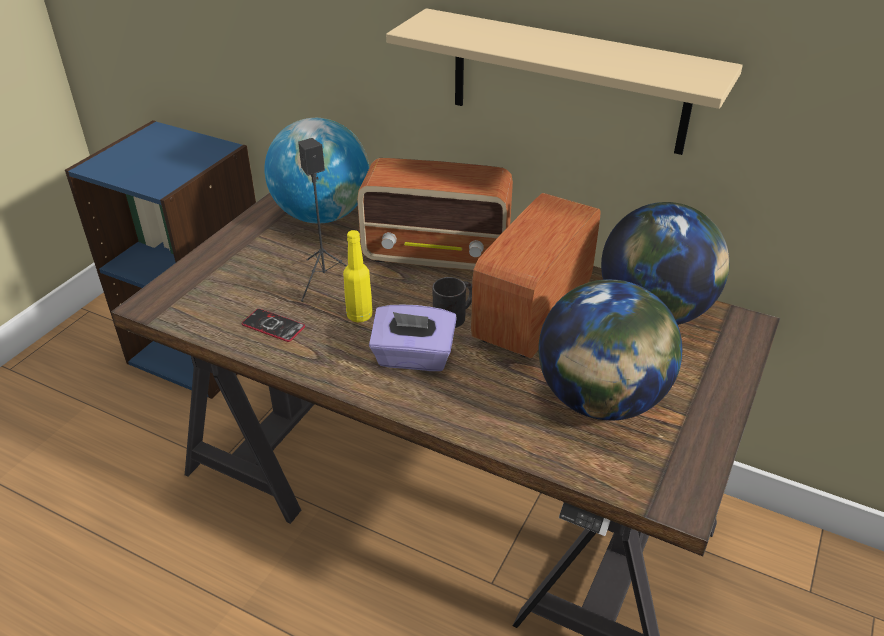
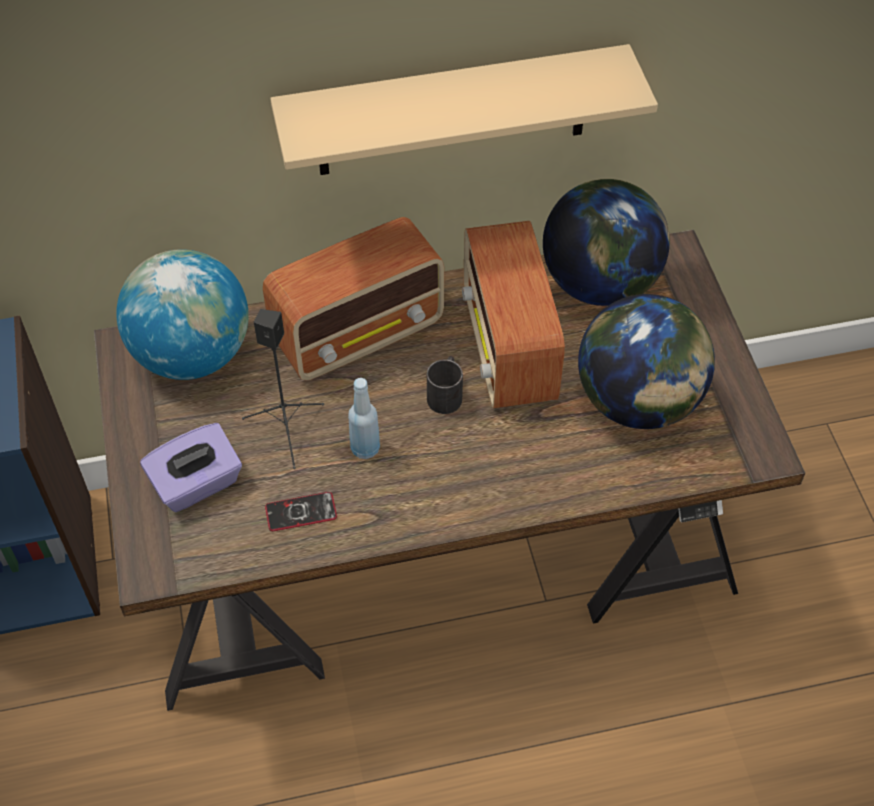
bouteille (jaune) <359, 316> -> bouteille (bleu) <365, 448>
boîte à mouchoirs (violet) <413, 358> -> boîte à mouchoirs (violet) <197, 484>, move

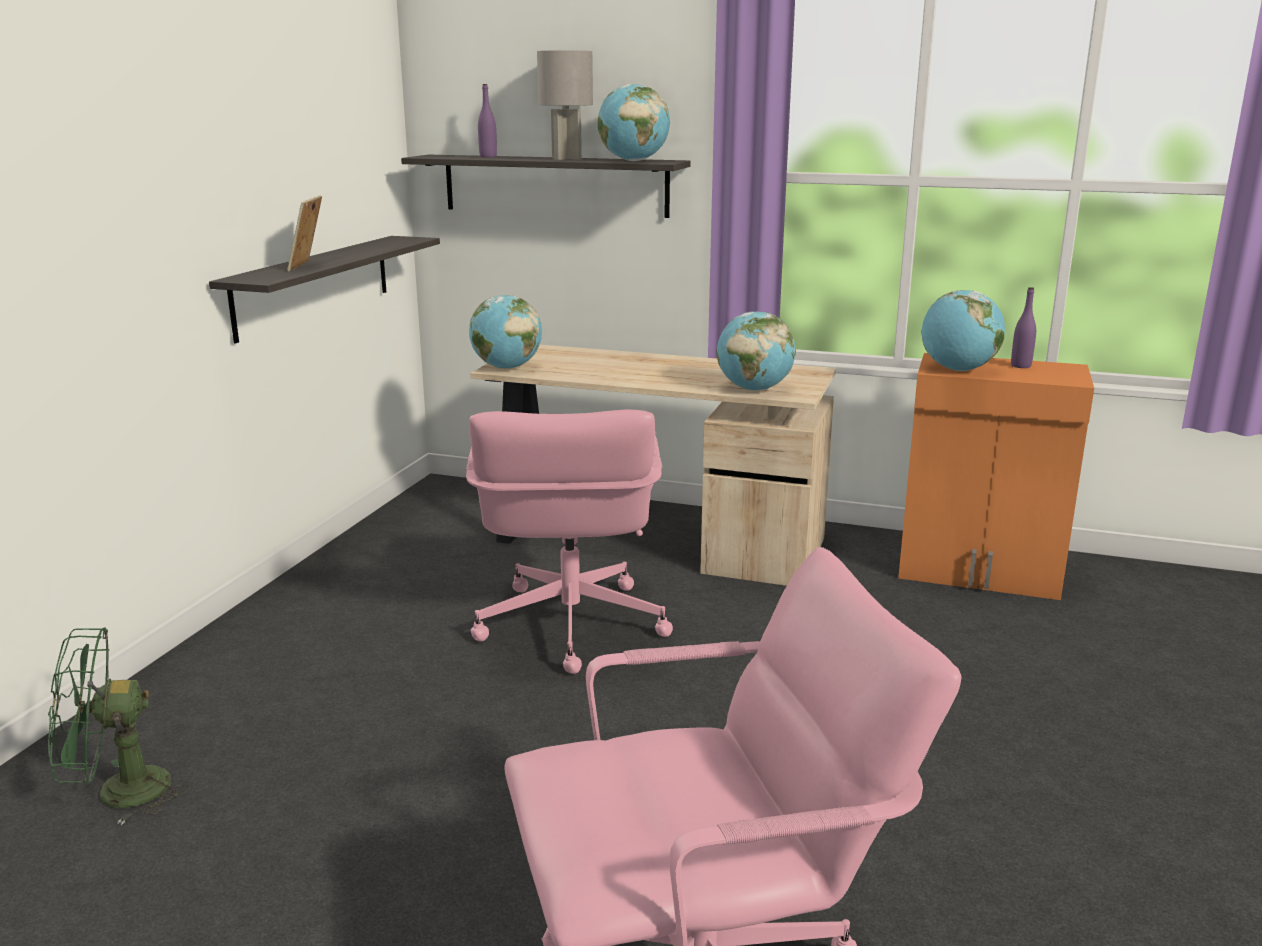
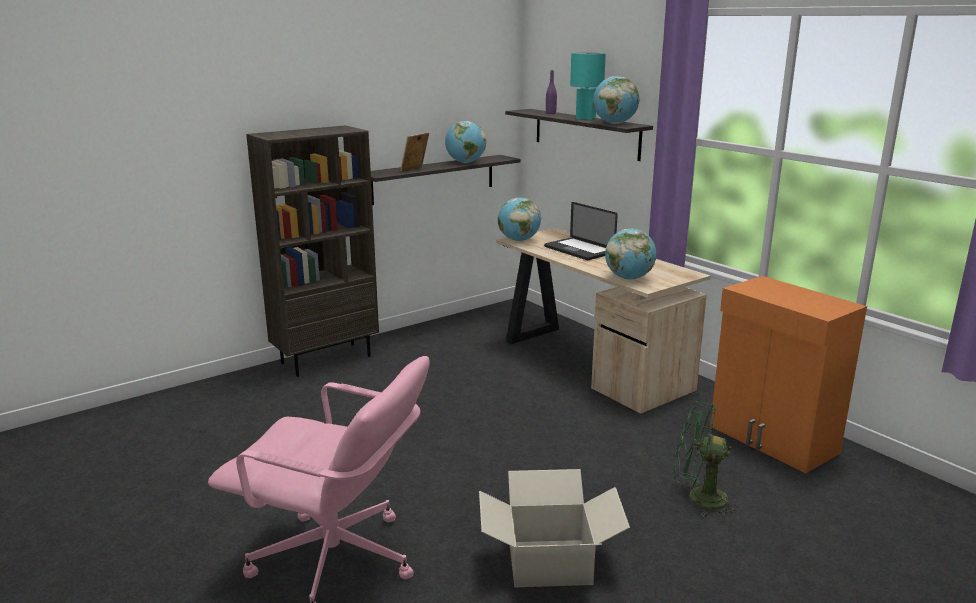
ventilateur (vert) <117, 793> -> ventilateur (vert) <698, 498>, move
chaise de bureau (rose) <569, 626> -> none
lampe de table (gris) <566, 158> -> lampe de table (turquoise) <585, 118>
globe <958, 370> -> globe <465, 162>, move
bouteille (violet) <1020, 366> -> none
none -> bibliothèque (marron) <326, 359>
none -> carton <550, 563>
none -> ordinateur portable <579, 250>

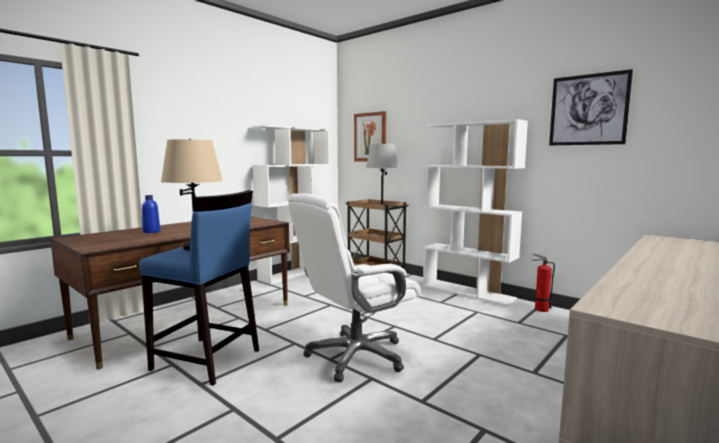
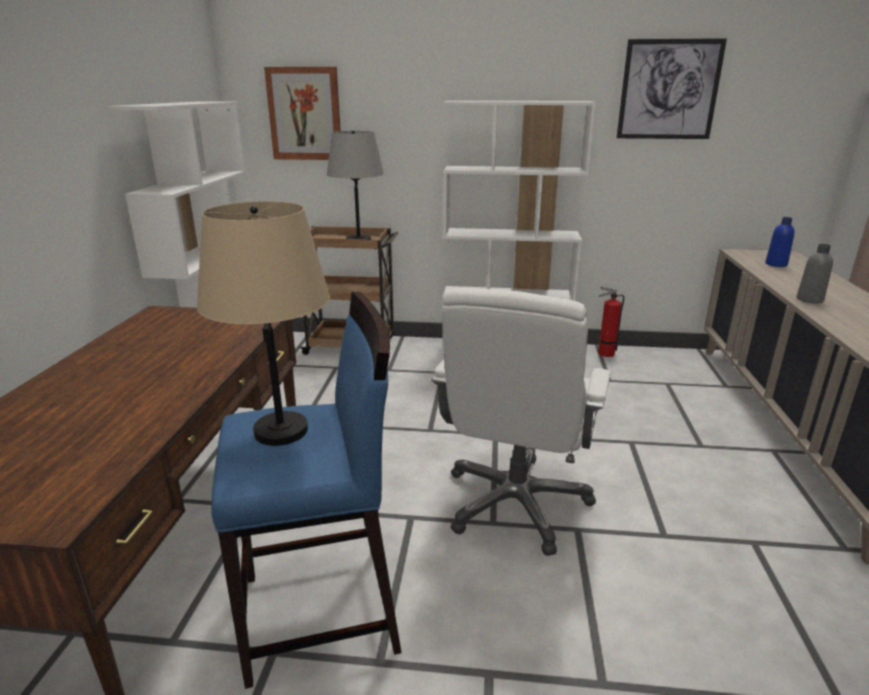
bouteille (bleu) <151, 231> -> bouteille (bleu) <776, 264>, move
none -> bouteille (gris) <809, 300>

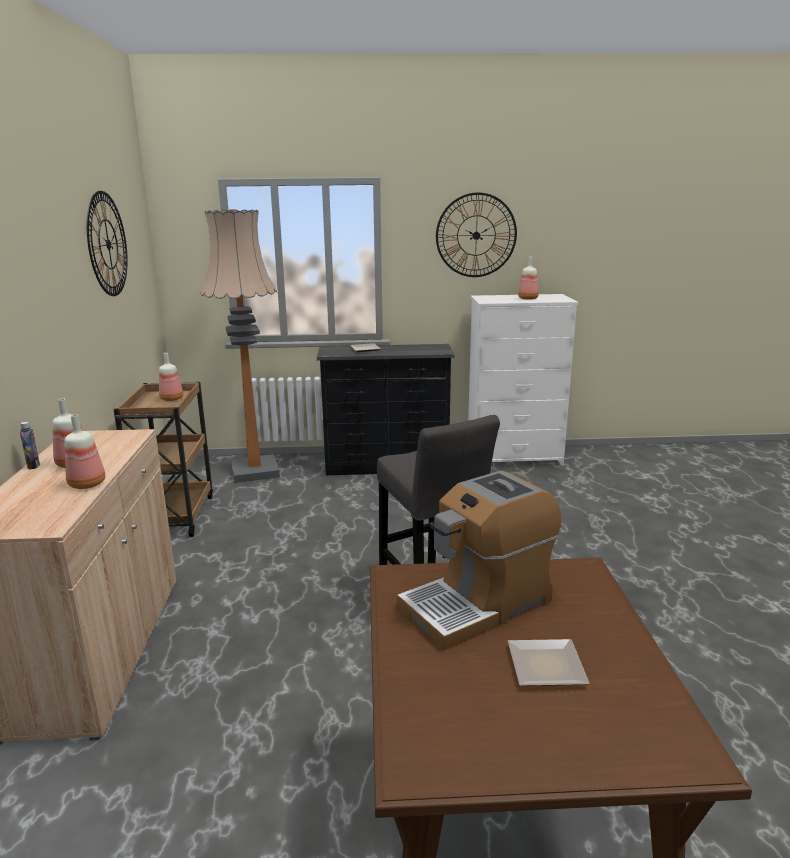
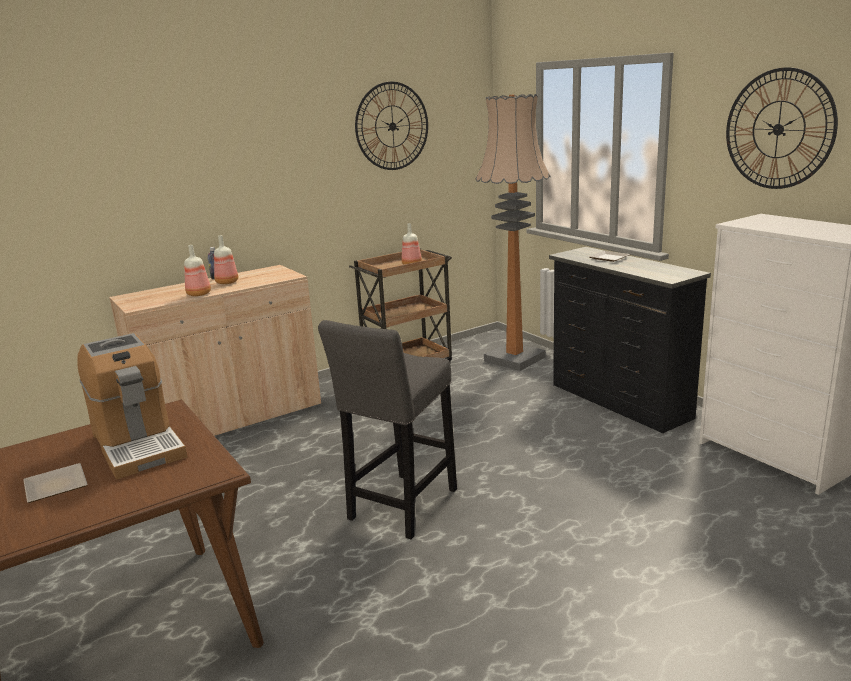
machine à café <478, 603> -> machine à café <137, 444>, 150 degrees counterclockwise
bouteille <528, 298> -> none

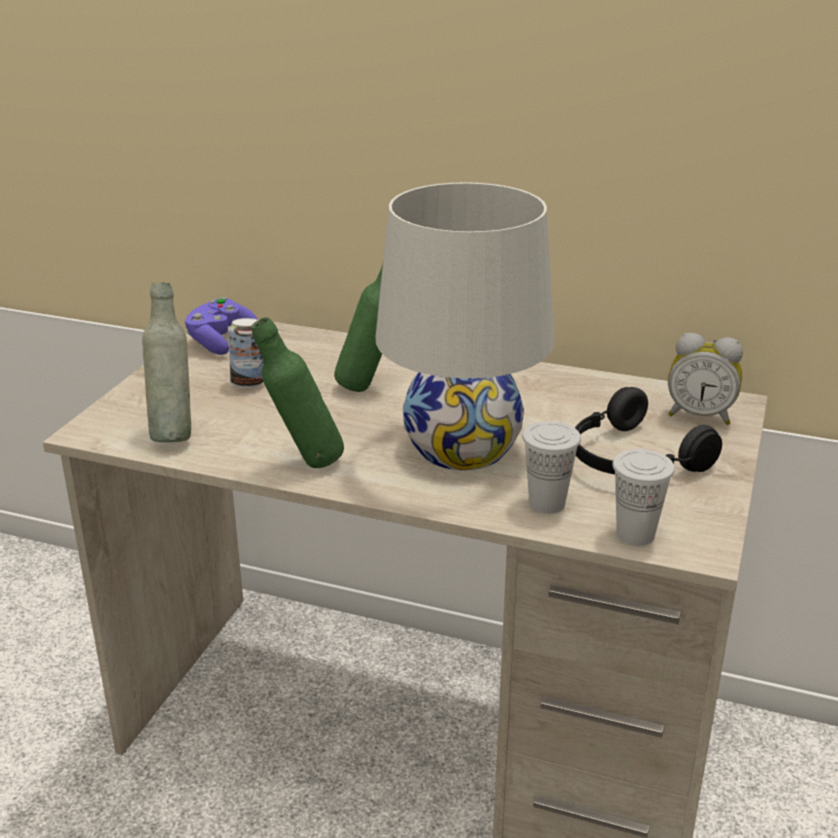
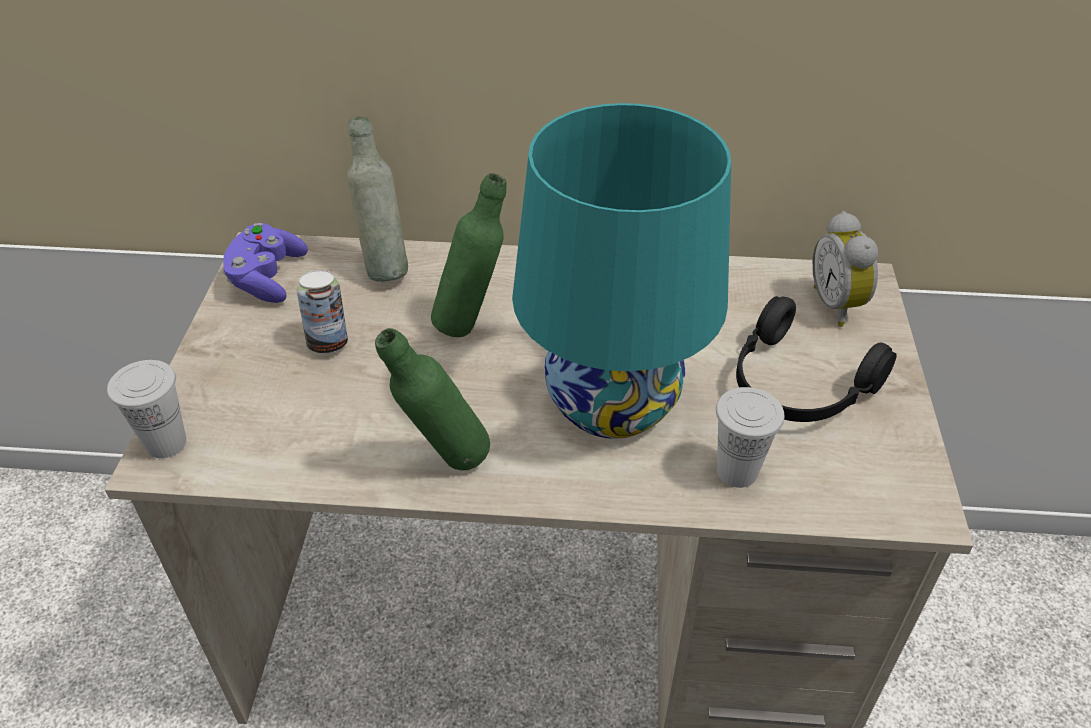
bouteille (gris) <173, 434> -> bouteille (gris) <384, 268>, move
lampe de table (blanc) <462, 448> -> lampe de table (turquoise) <612, 402>
tasse (blanc) <635, 535> -> tasse (blanc) <166, 443>, move
réveil <699, 415> -> réveil <838, 305>, 75 degrees clockwise

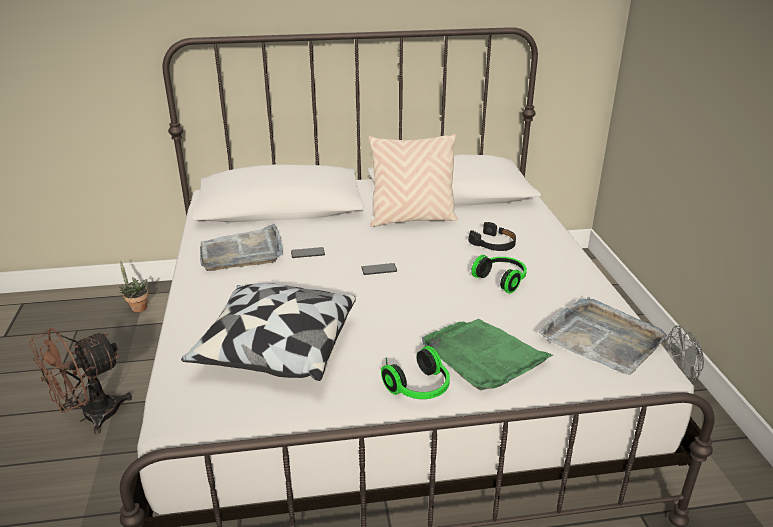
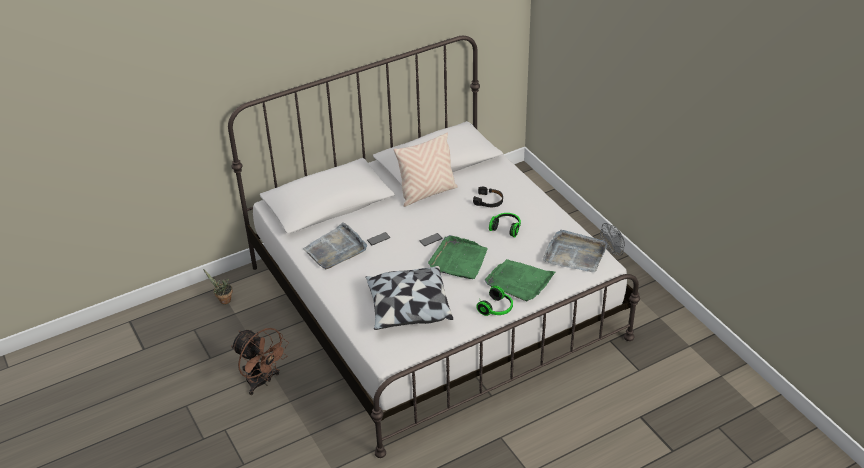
ventilateur (marron) <91, 416> -> ventilateur (marron) <262, 382>, 75 degrees counterclockwise
none -> plateau (vert) <458, 260>

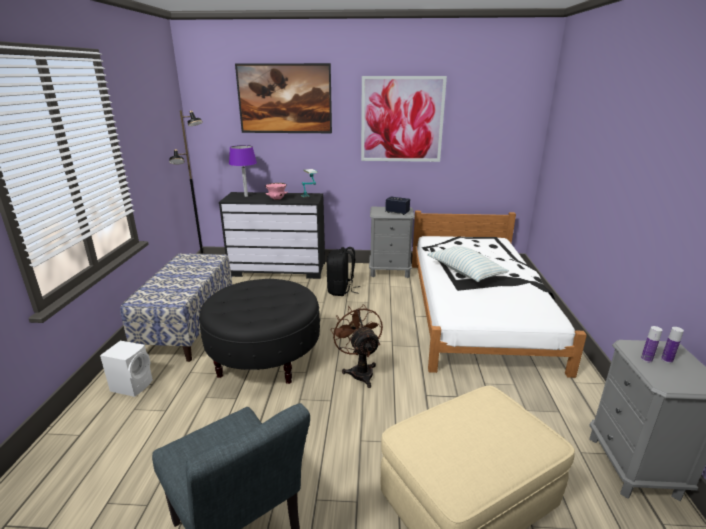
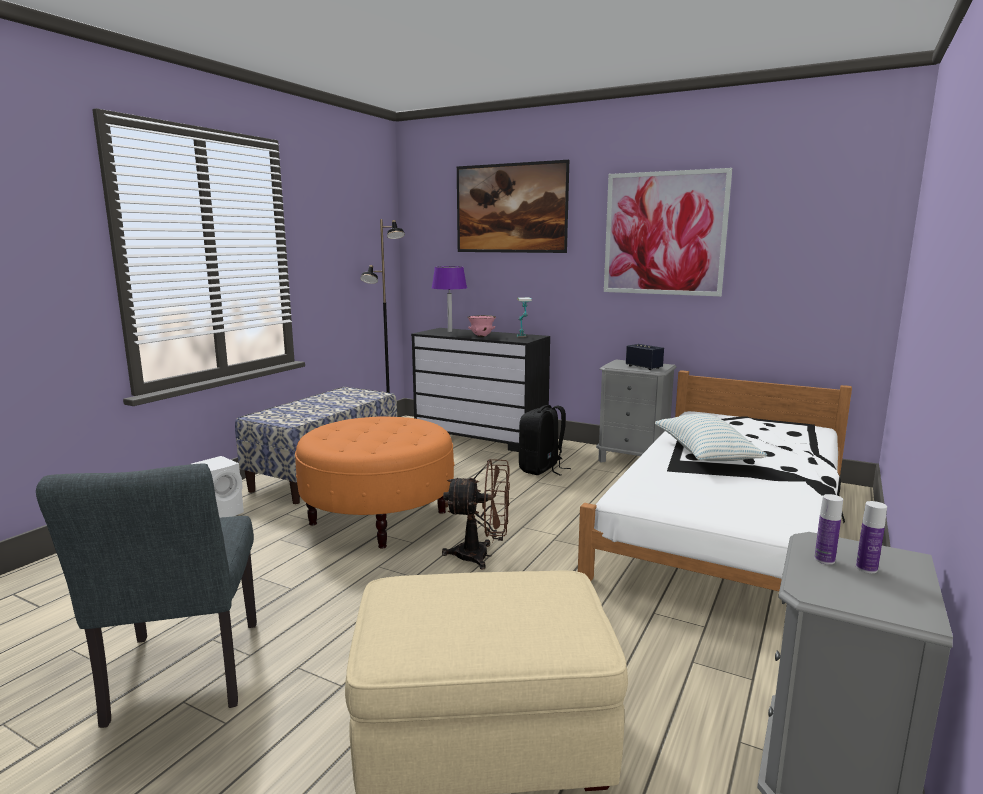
pouf (noir) <265, 357> -> pouf (orange) <378, 517>
ventilateur (marron) <359, 371> -> ventilateur (marron) <481, 556>, 90 degrees clockwise

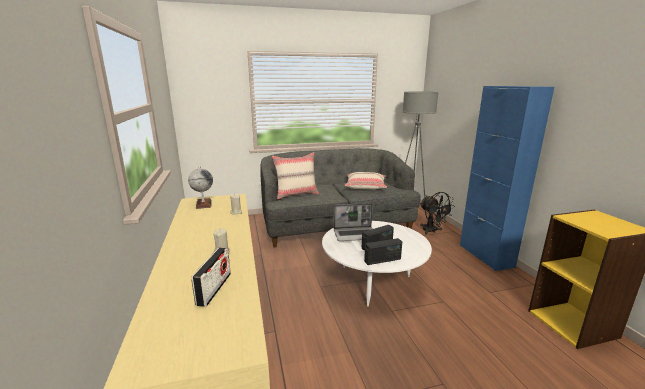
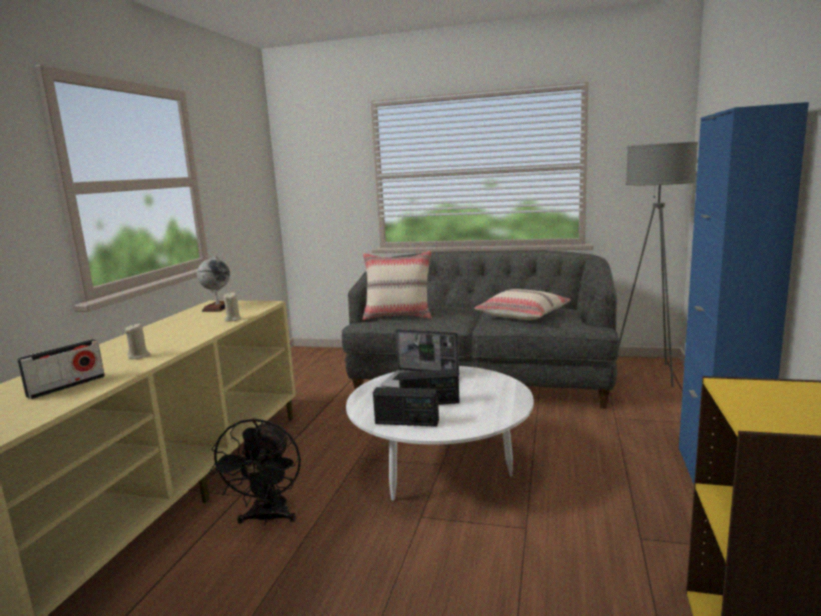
ventilateur (noir) <432, 231> -> ventilateur (noir) <268, 518>, move

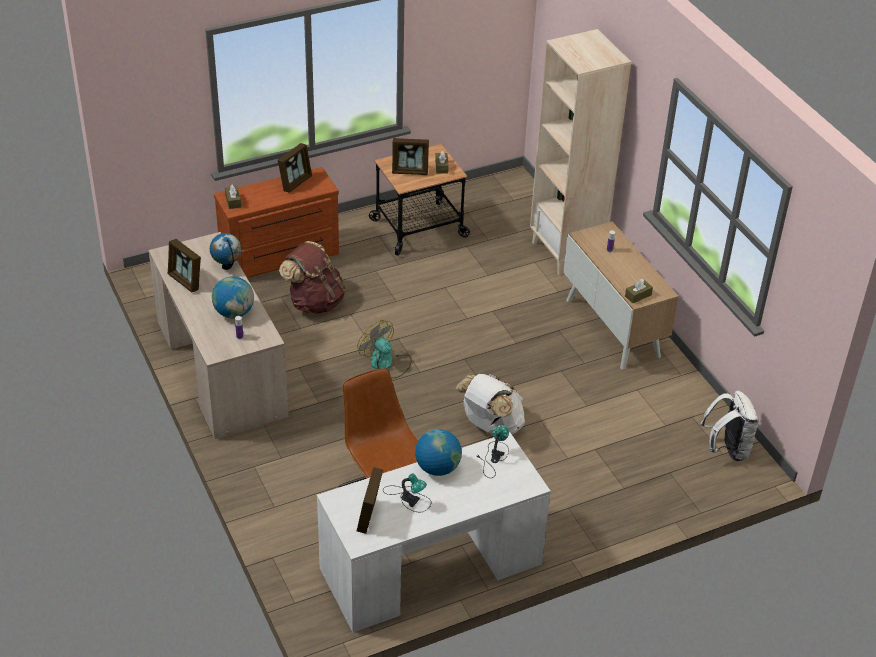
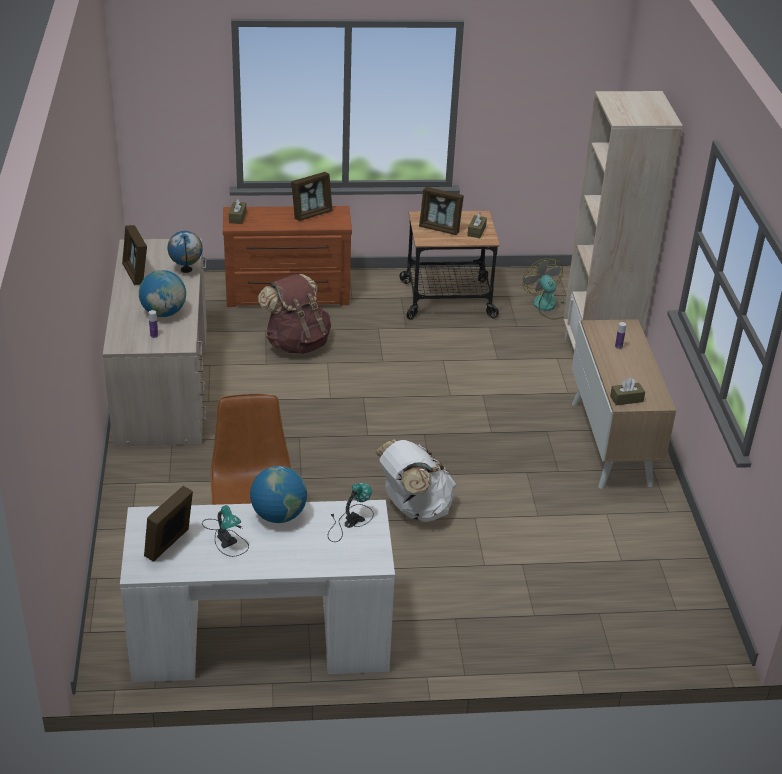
ventilateur <386, 364> -> ventilateur <549, 306>, move
sac à dos (blanc) <727, 449> -> none

